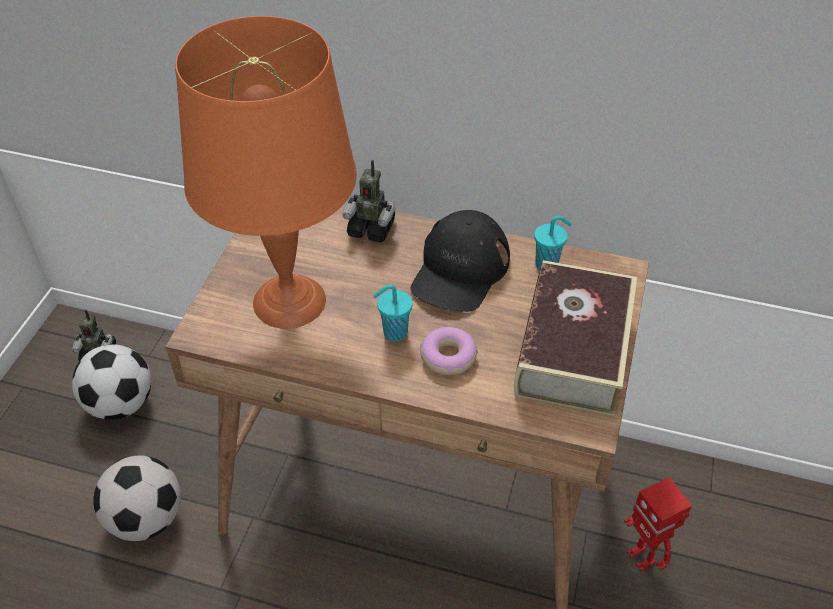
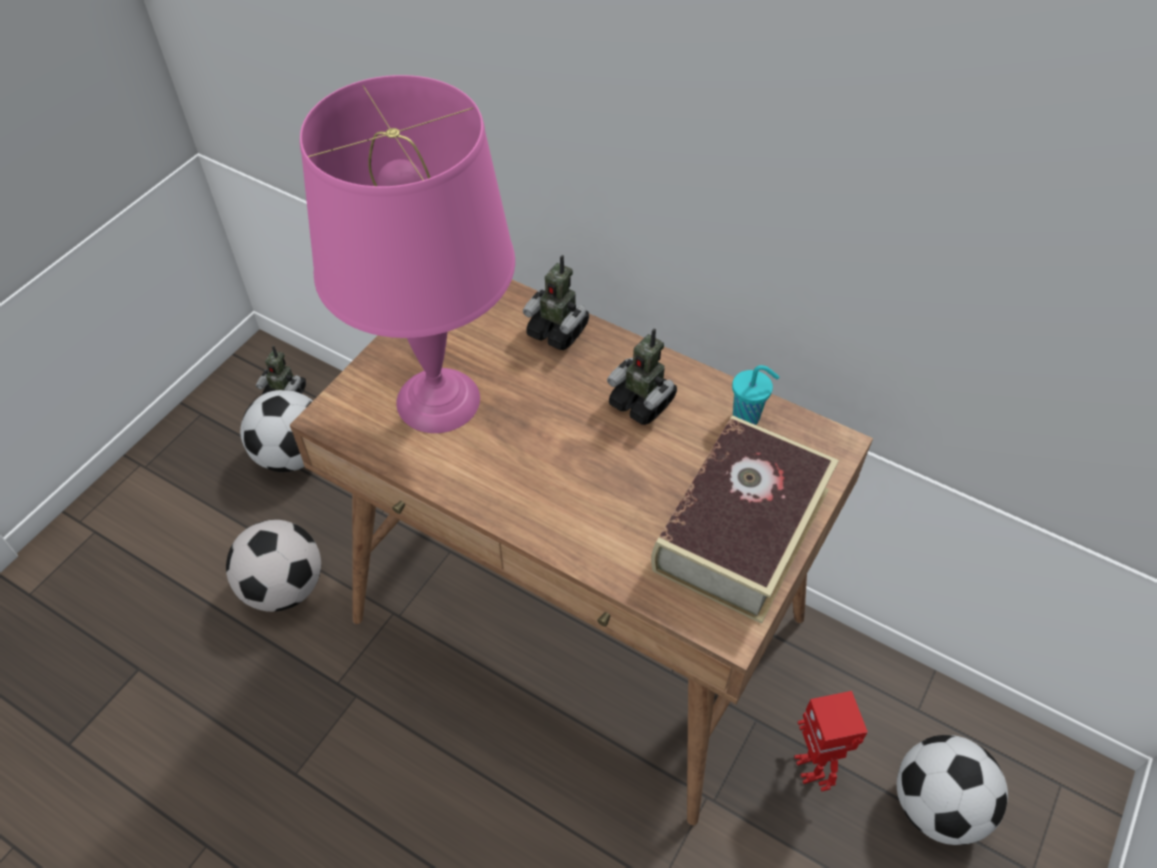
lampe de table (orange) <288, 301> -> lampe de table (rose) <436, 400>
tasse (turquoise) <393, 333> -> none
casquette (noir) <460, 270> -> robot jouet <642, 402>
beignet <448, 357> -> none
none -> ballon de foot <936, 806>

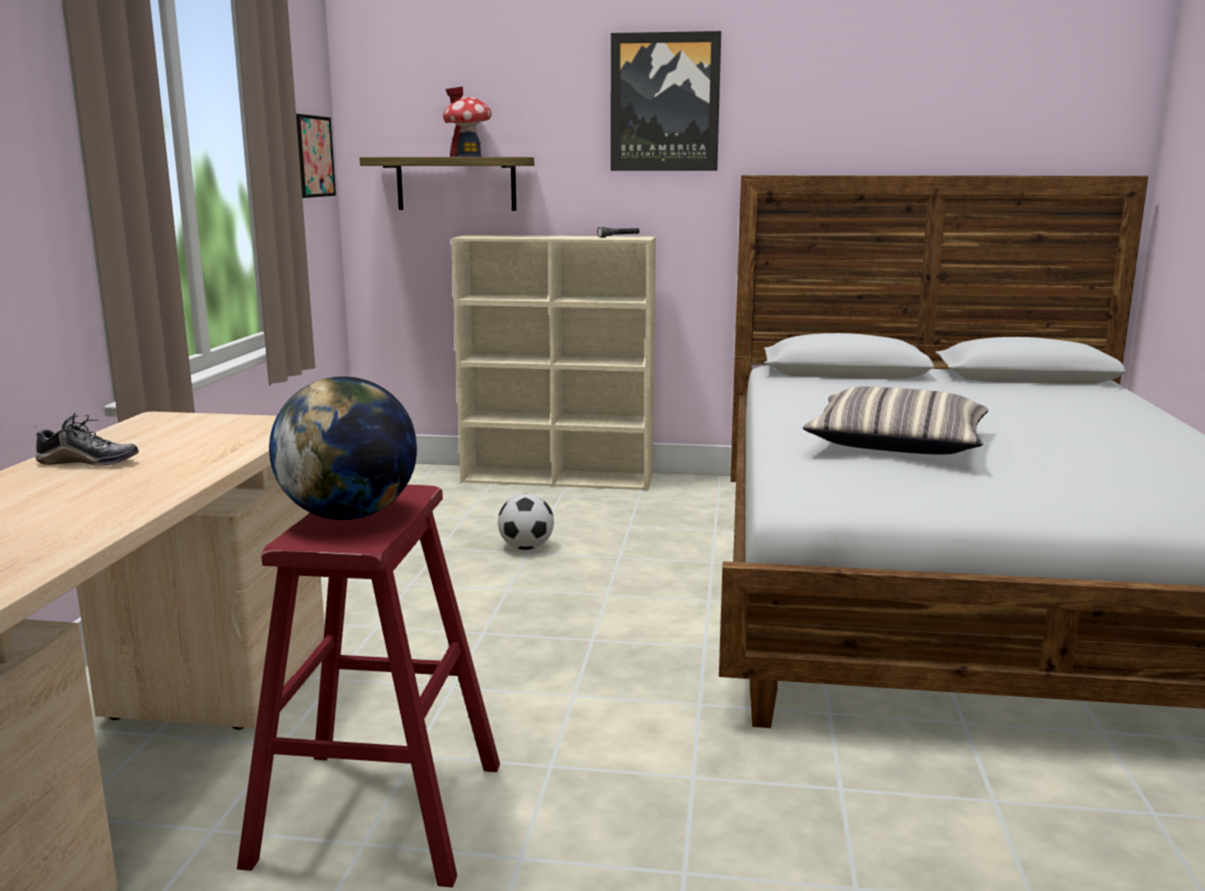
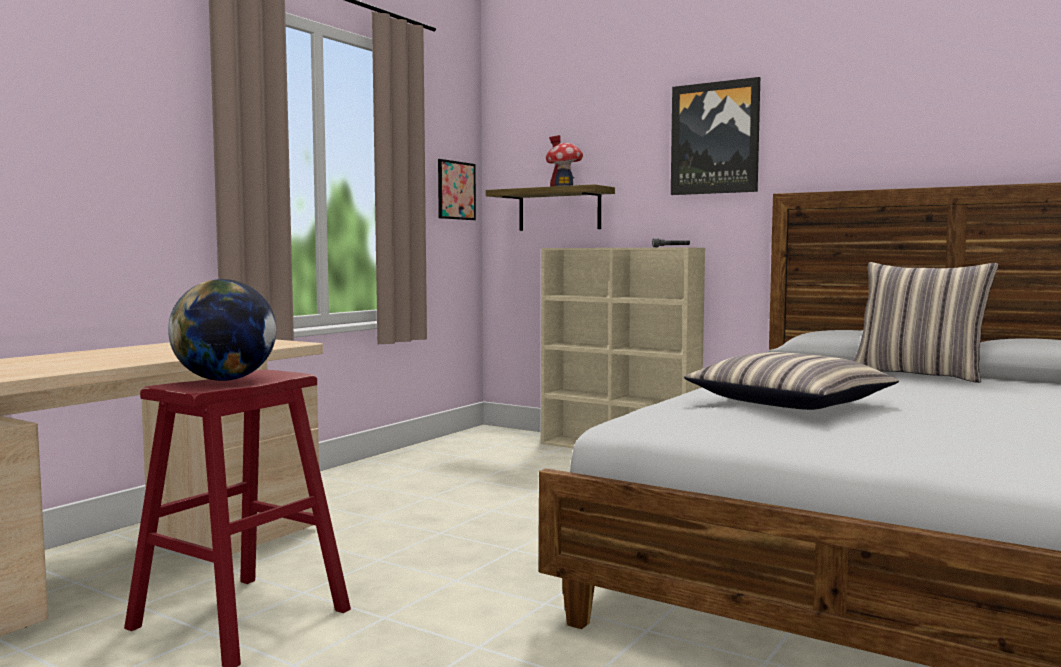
chaussure <88, 462> -> none
ballon de foot <526, 548> -> none
none -> coussin <919, 374>

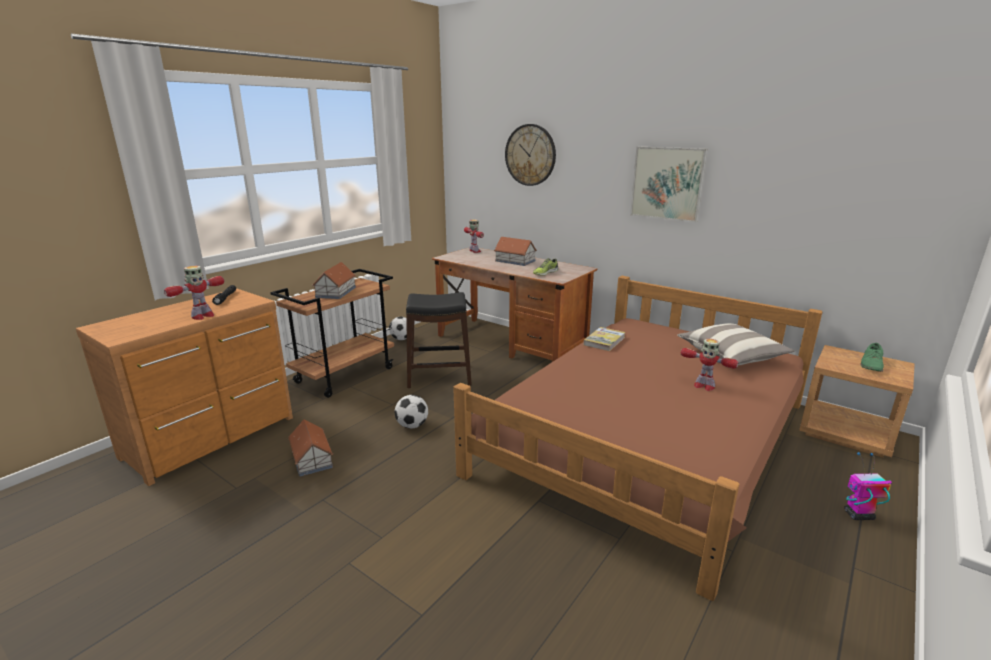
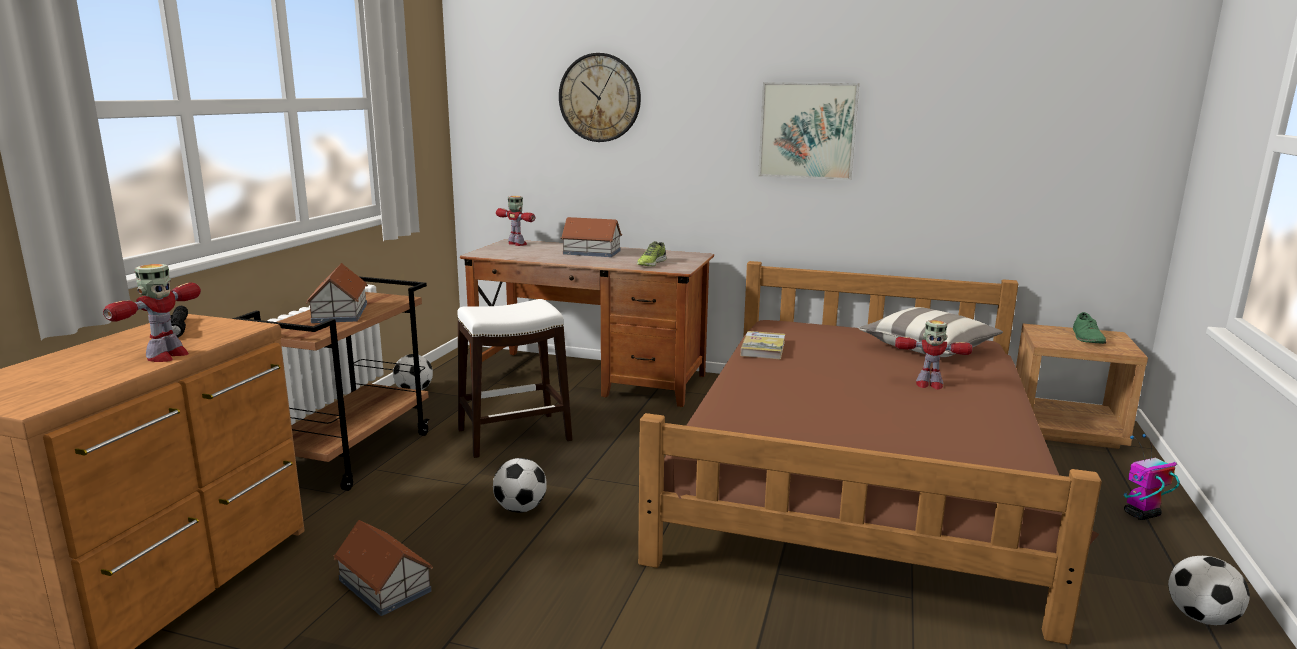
tabouret (noir) <439, 376> -> tabouret (blanc) <513, 435>
none -> ballon de foot <1200, 618>

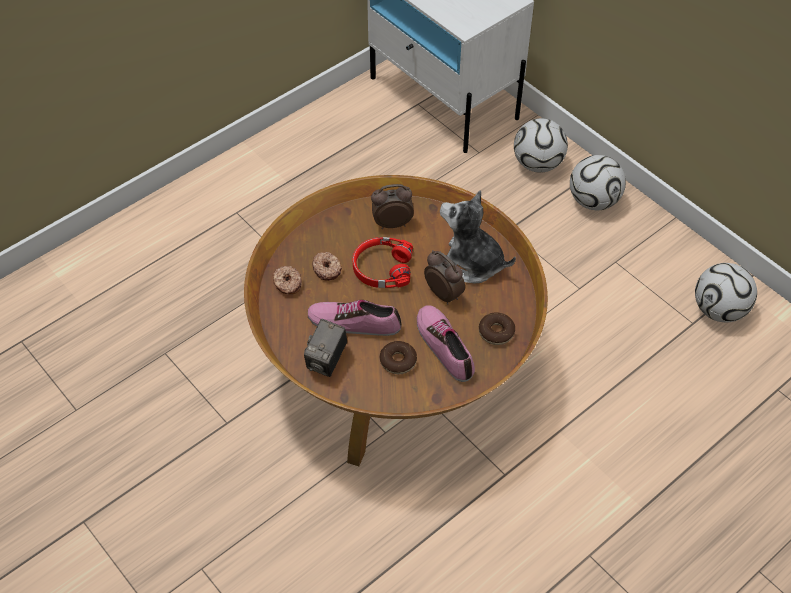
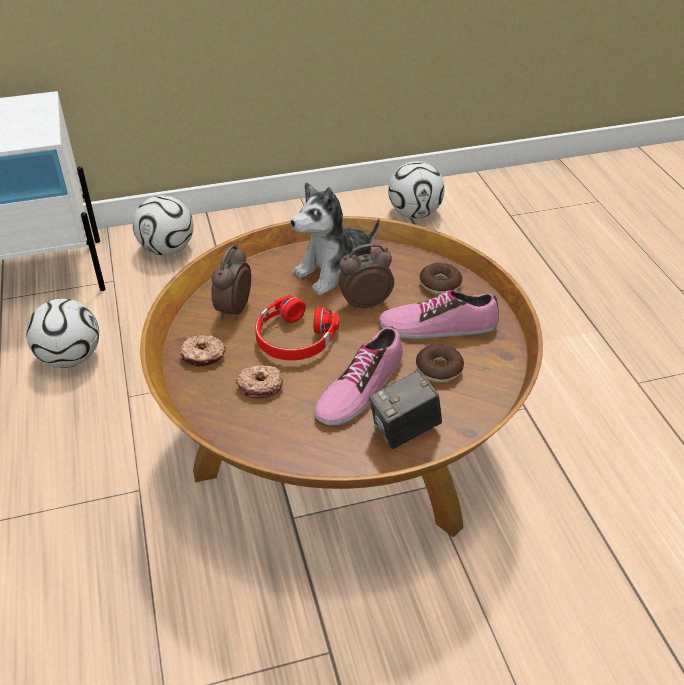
beignet <287, 284> -> beignet <203, 356>, move
appareil photo <327, 360> -> appareil photo <404, 431>, 105 degrees clockwise
ballon de foot <593, 201> -> ballon de foot <70, 358>, move

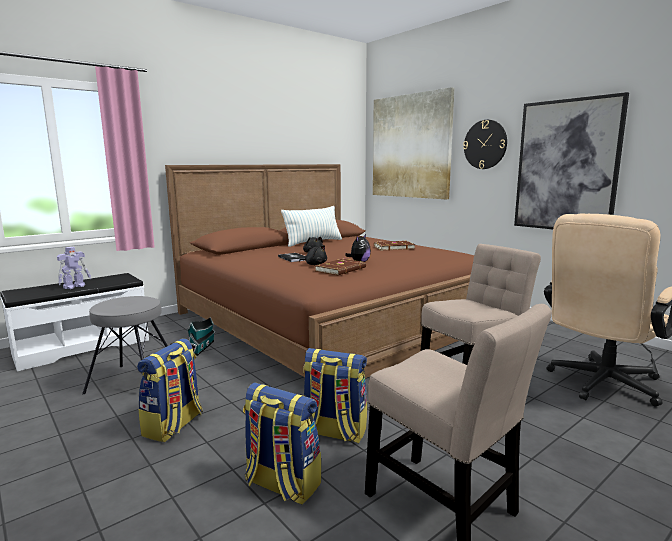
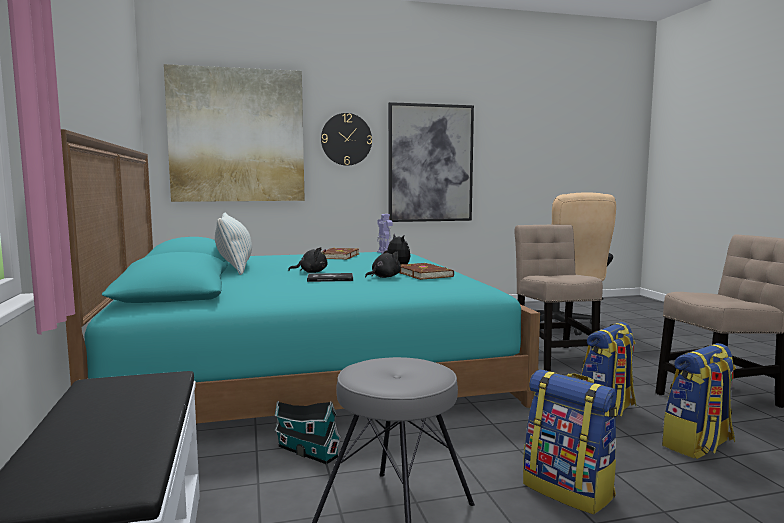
robot jouet <75, 286> -> robot jouet <384, 252>, move
lit (marron) <330, 319> -> lit (turquoise) <306, 366>

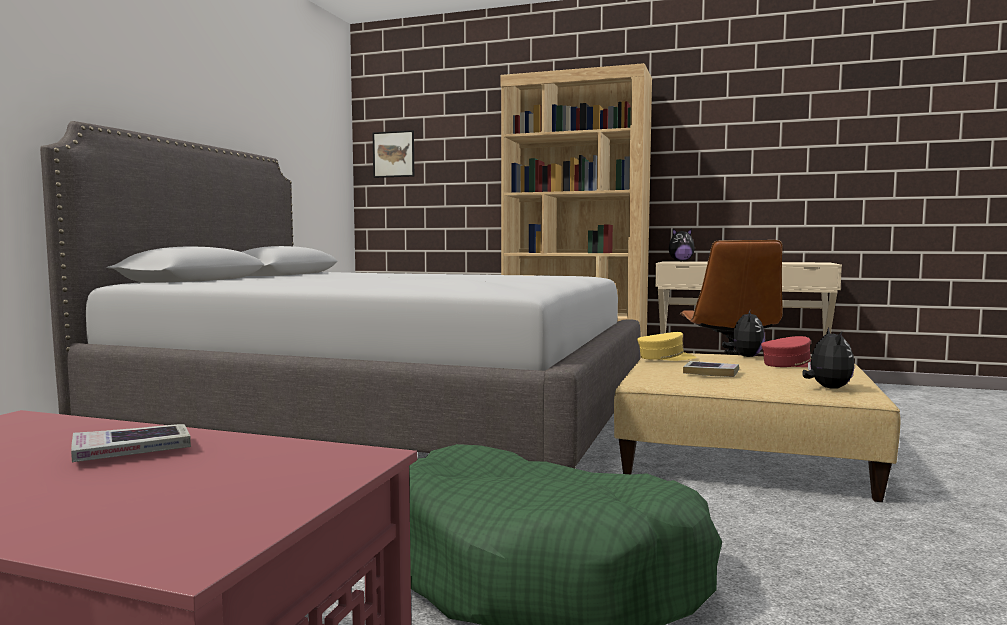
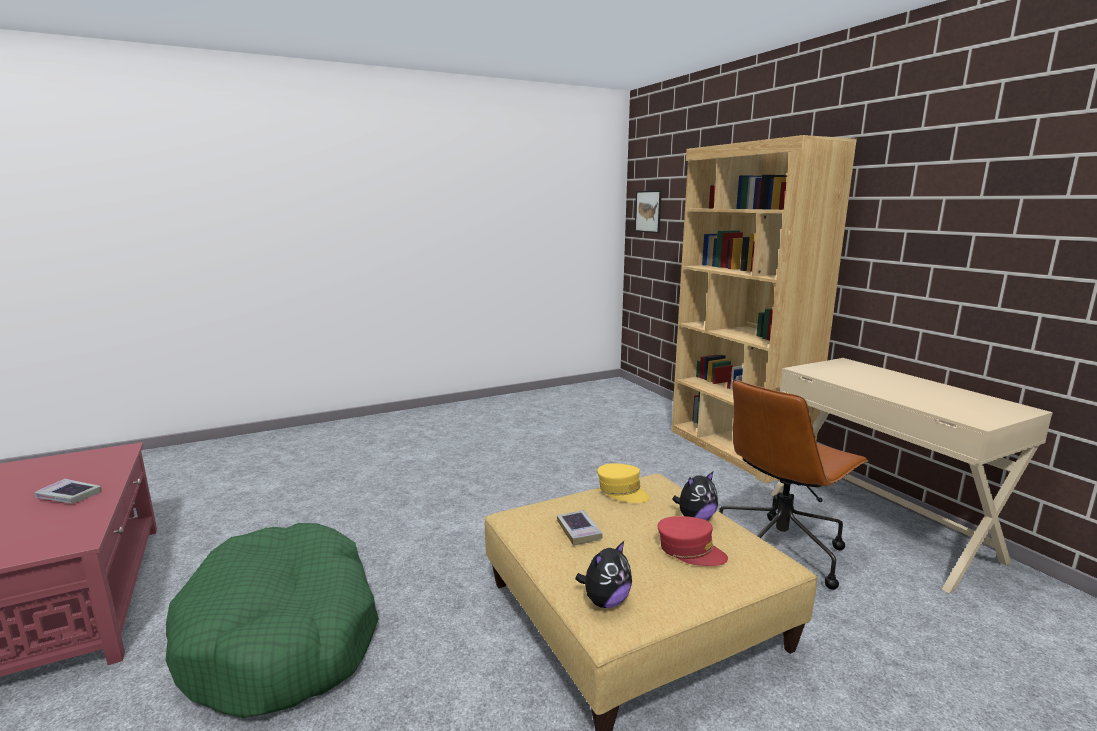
lit (gris) <382, 421> -> none
peluche <680, 261> -> none

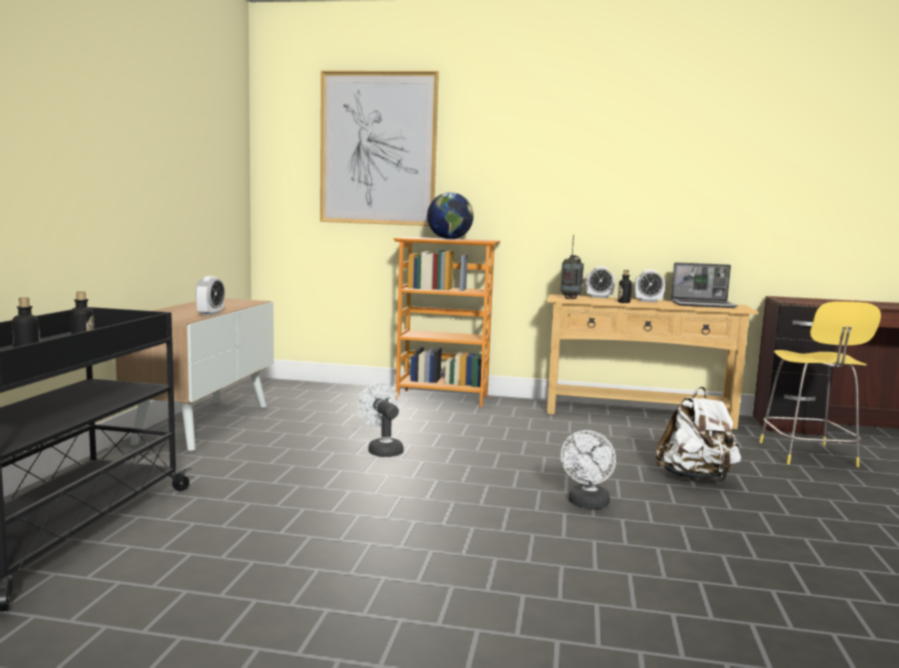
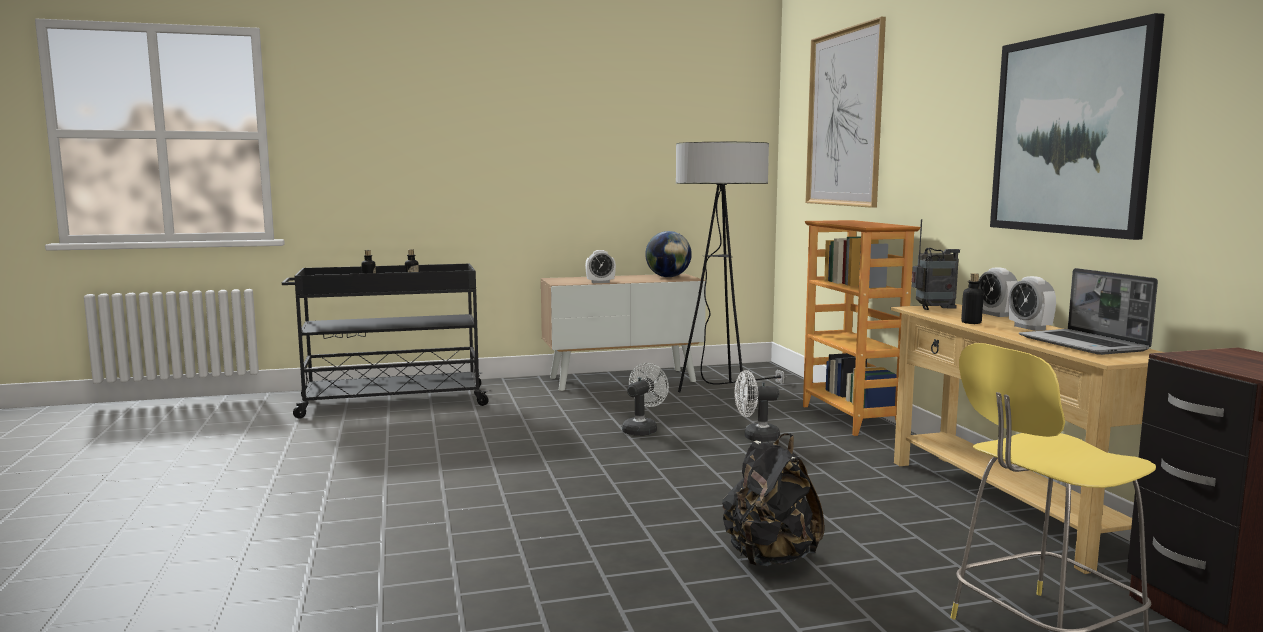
globe <449, 239> -> globe <668, 277>, move
ventilateur (blanc) <587, 504> -> ventilateur (blanc) <755, 437>, move
sac à dos (blanc) <696, 478> -> sac à dos (noir) <769, 558>
none -> lampadaire <721, 396>
none -> tableau <1070, 134>

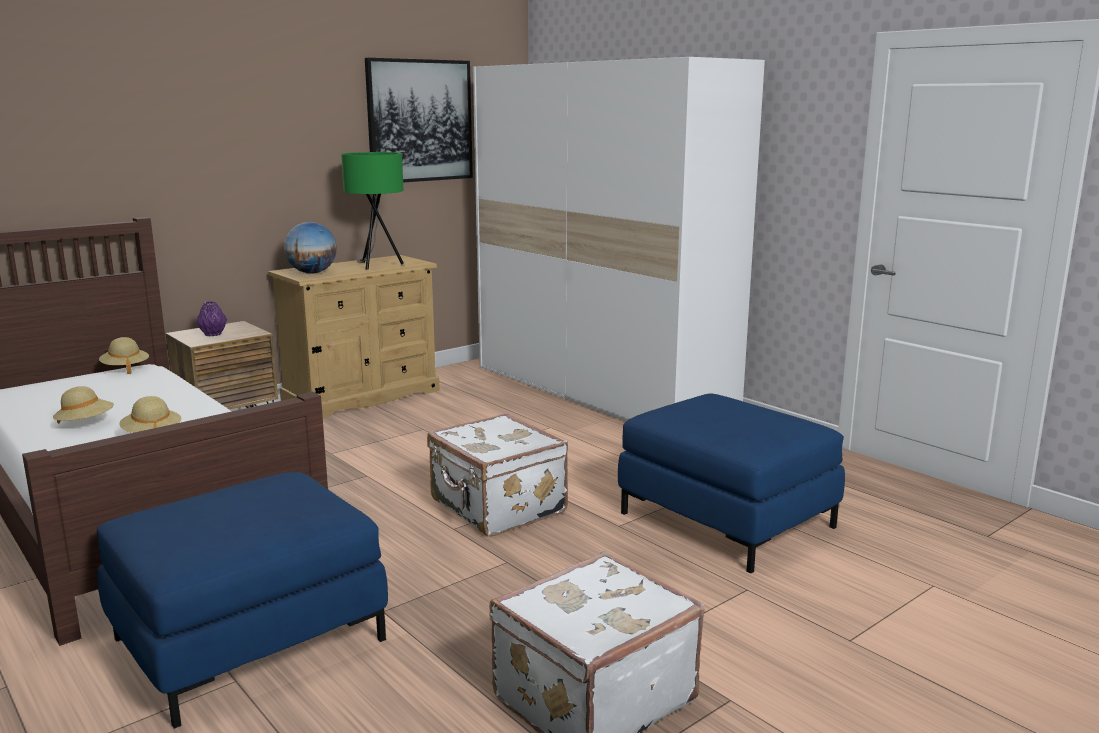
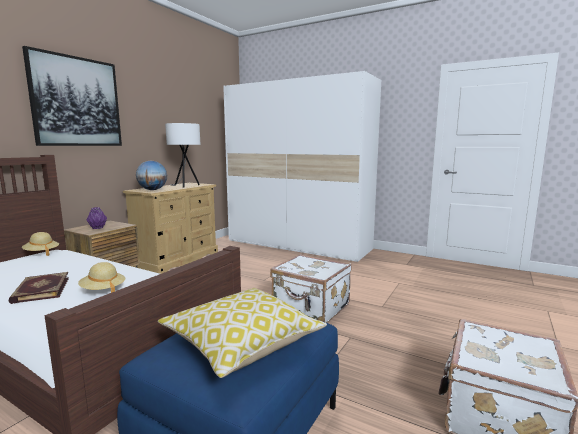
chapeau (beige) <86, 424> -> livre <40, 290>
lampe de table (vert) <376, 266> -> lampe de table (blanc) <185, 186>
tableau <420, 121> -> tableau <76, 102>, move
pouf (bleu) <727, 520> -> none
none -> coussin <242, 343>

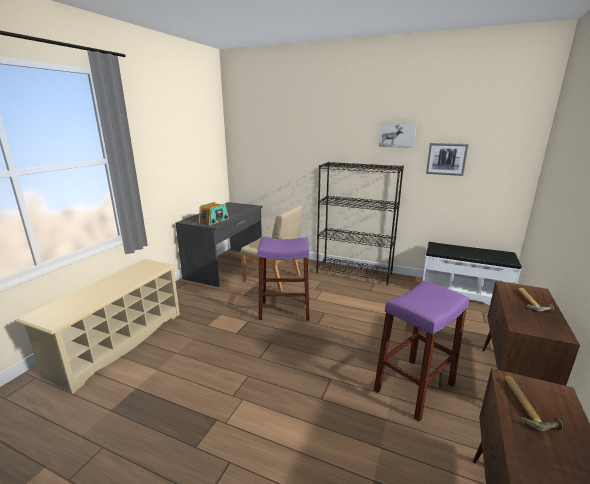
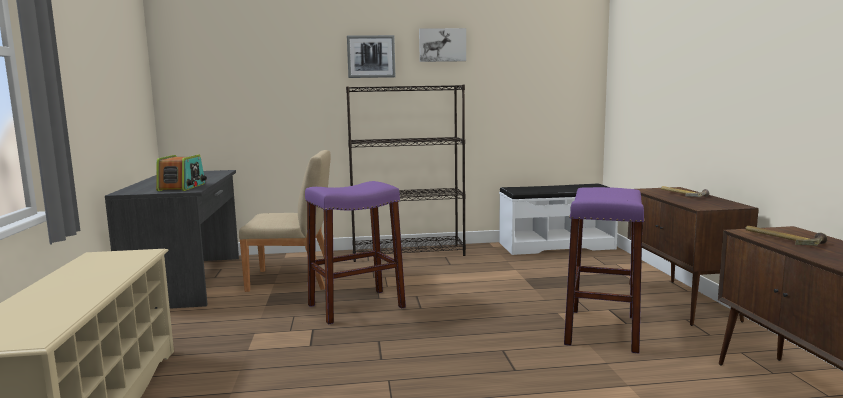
tableau <446, 159> -> tableau <371, 56>, move

